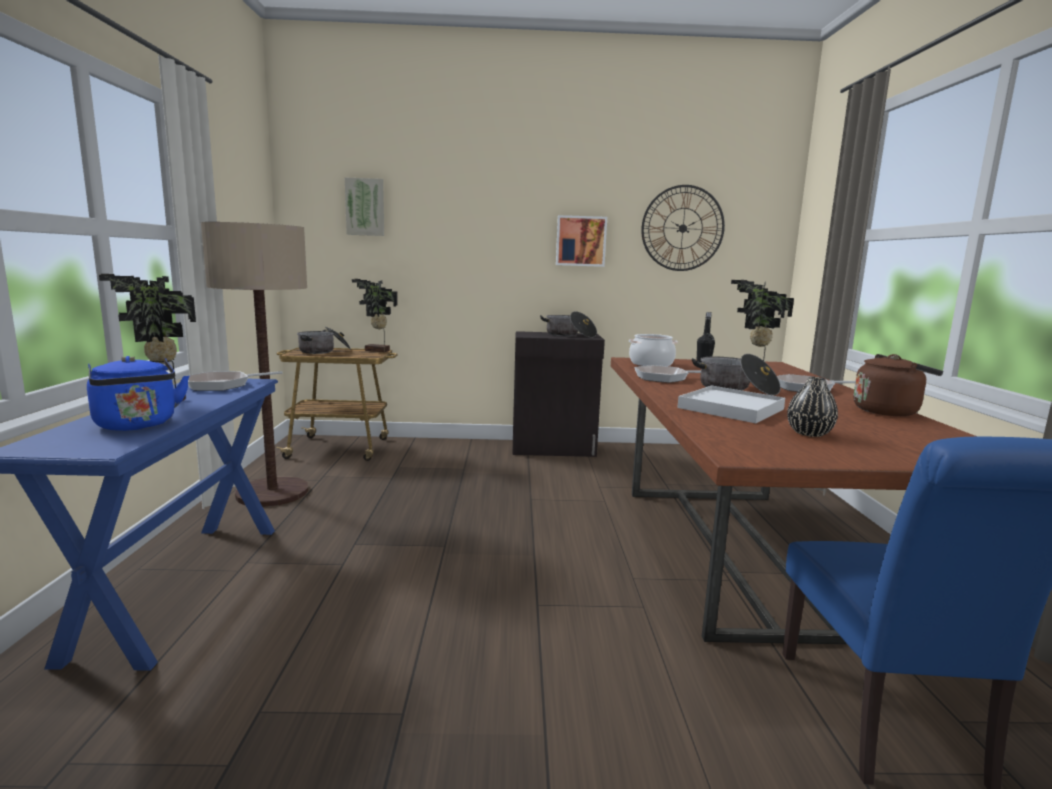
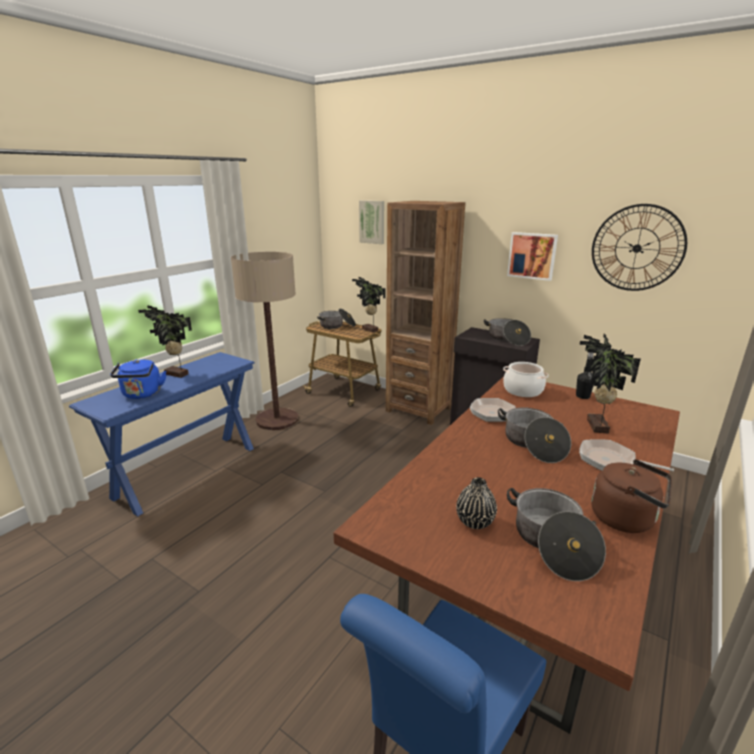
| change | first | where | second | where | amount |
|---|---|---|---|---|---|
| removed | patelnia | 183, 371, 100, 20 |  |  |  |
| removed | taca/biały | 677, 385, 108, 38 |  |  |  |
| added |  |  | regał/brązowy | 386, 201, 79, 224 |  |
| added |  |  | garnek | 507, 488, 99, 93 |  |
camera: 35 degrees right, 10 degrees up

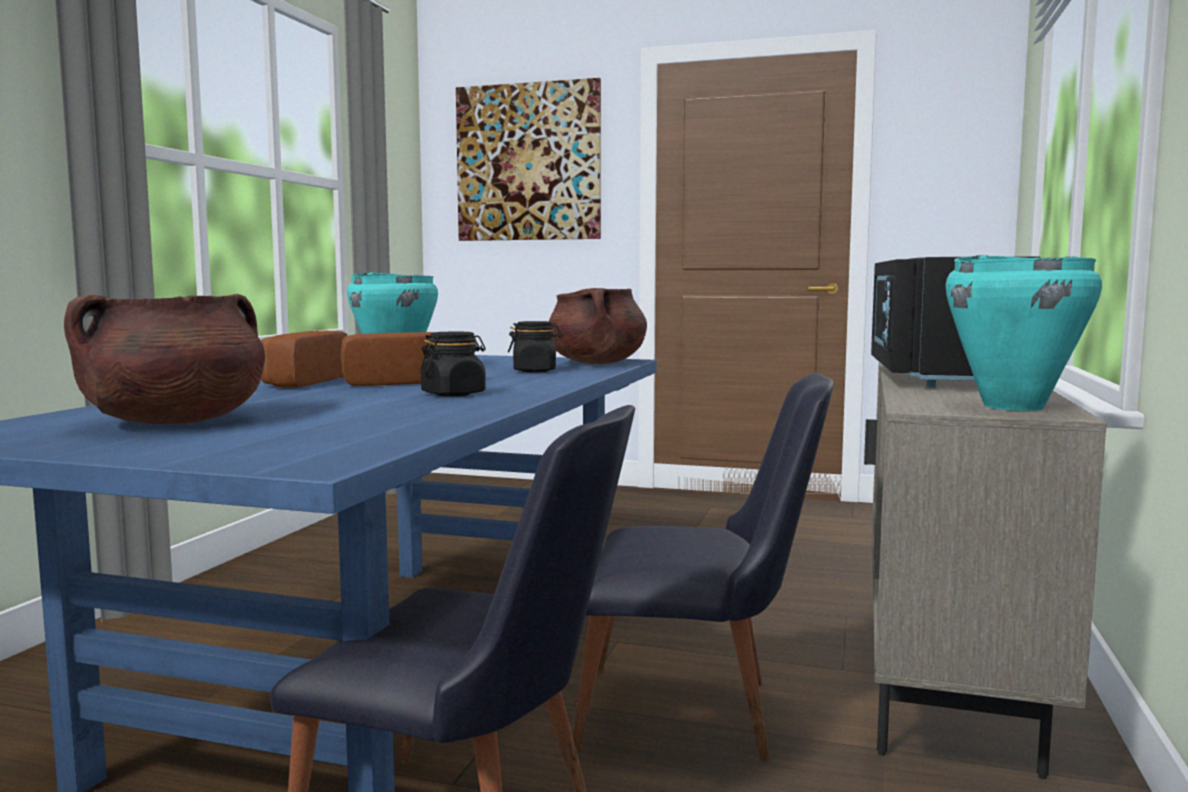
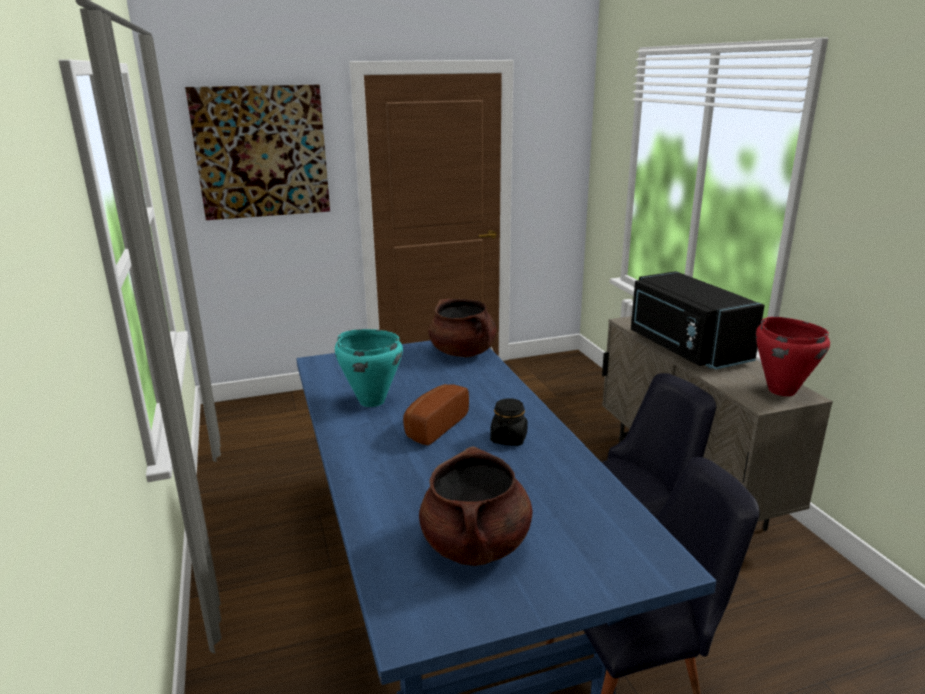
| change | first | where | second | where | amount |
|---|---|---|---|---|---|
| recoloured | garnek/turkusowy | 946, 255, 156, 156 | garnek/czerwony | 756, 317, 74, 79 |  |
| removed | słoik/czarny | 508, 321, 55, 52 |  |  |  |
| removed | chleb | 261, 331, 87, 56 |  |  |  |
camera: 35 degrees left, 15 degrees up

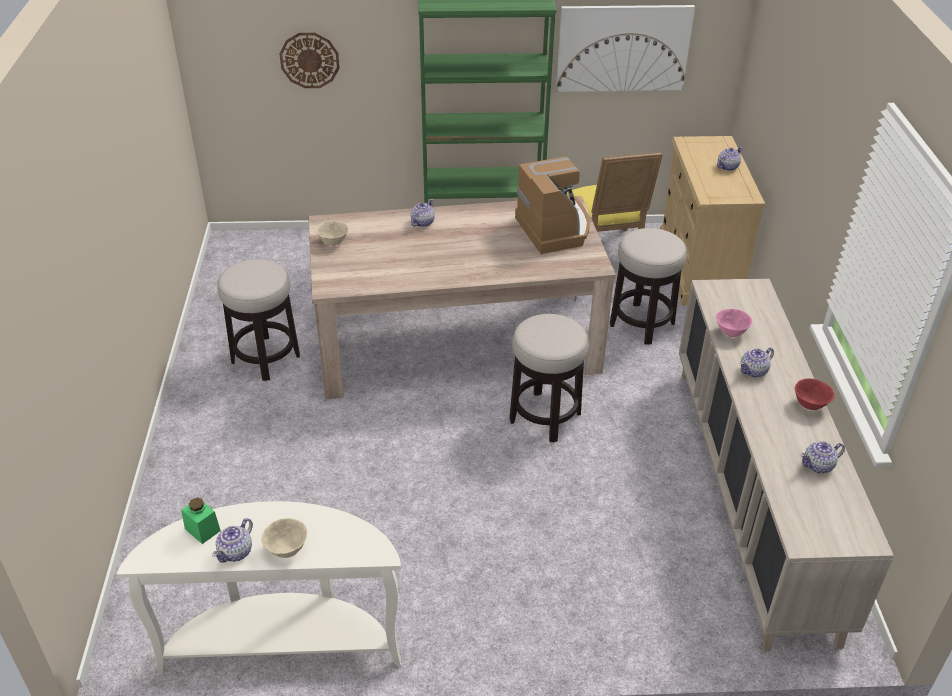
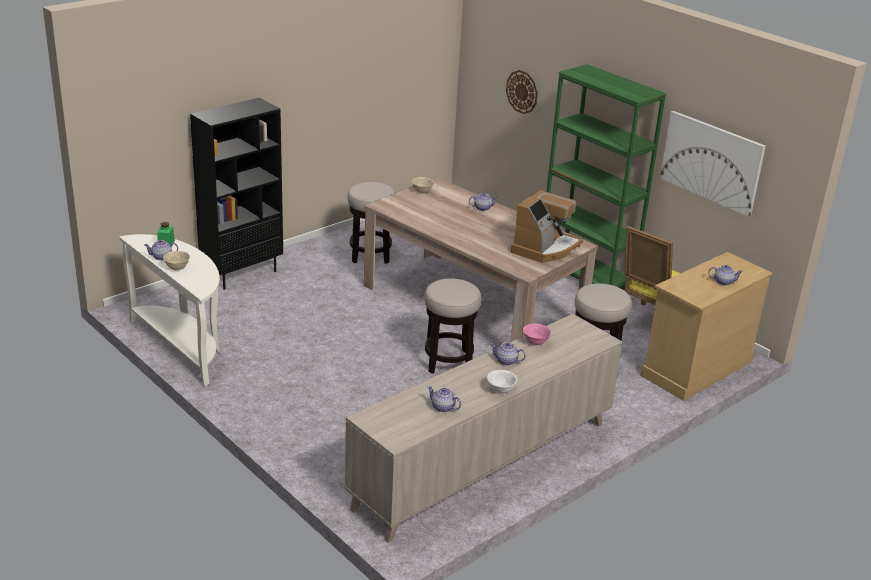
| change | first | where | second | where | amount |
|---|---|---|---|---|---|
| recoloured | miska/czerwony | 795, 379, 40, 31 | miska/biały | 487, 370, 30, 24 |  |
| added |  |  | regał/czarny | 190, 98, 93, 192 |  |
camera: 50 degrees right, 10 degrees down

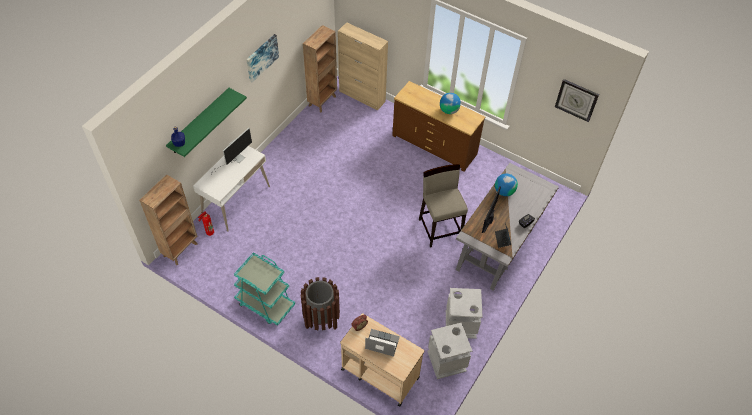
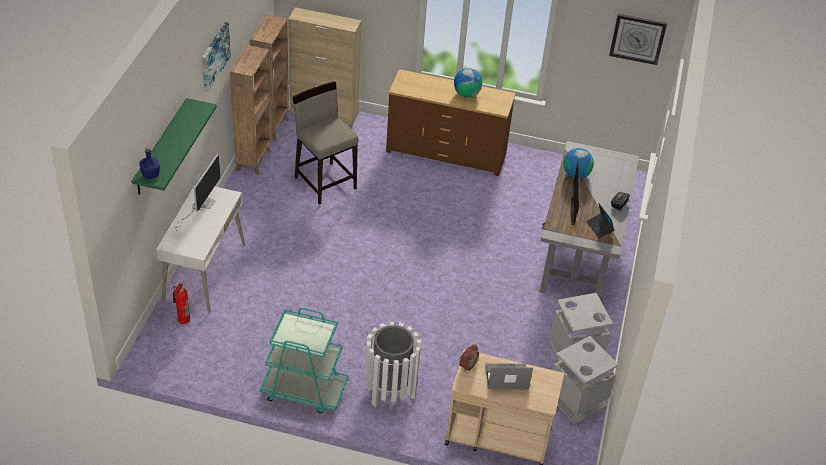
| change | first | where | second | where | amount |
|---|---|---|---|---|---|
| moved | stołek/beżowy | 419, 164, 49, 84 |  | 293, 81, 65, 124 |  |
| moved | regał/brązowy | 139, 174, 58, 91 |  | 230, 45, 42, 130 |  |
| recoloured | kosz na śmieci/brązowy | 301, 277, 39, 54 | kosz na śmieci/biały | 365, 322, 56, 85 |  |
camera: 20 degrees left, 10 degrees down

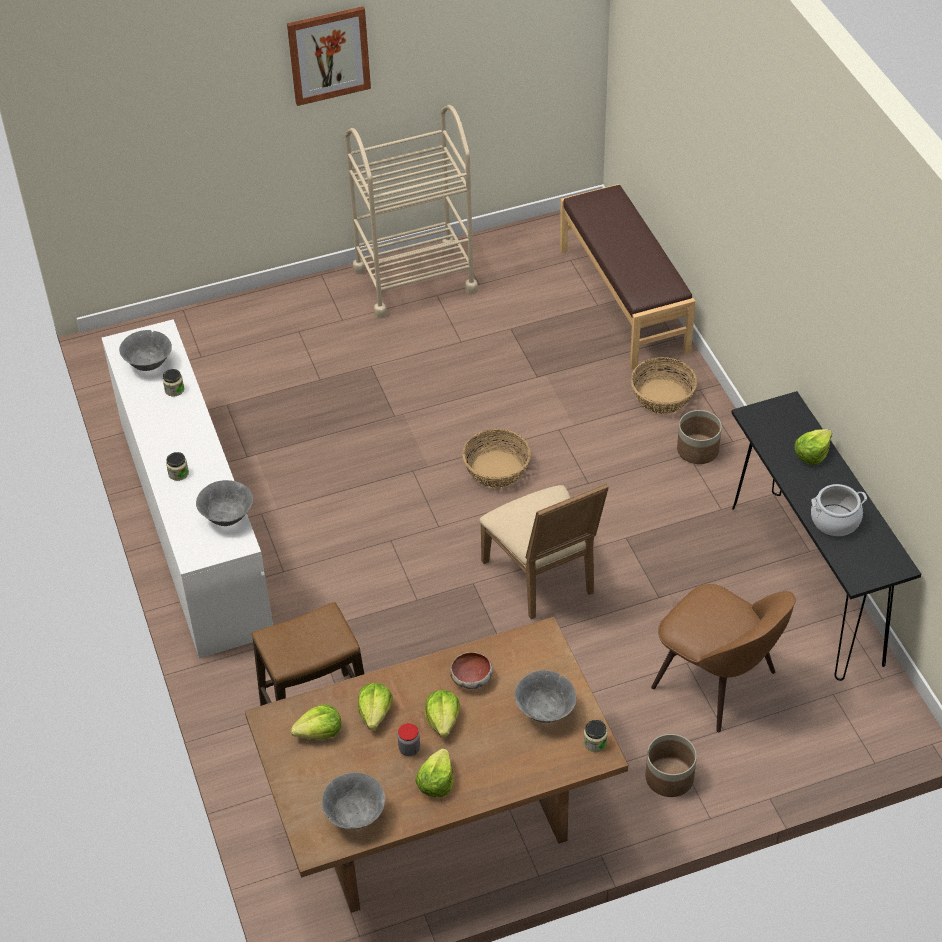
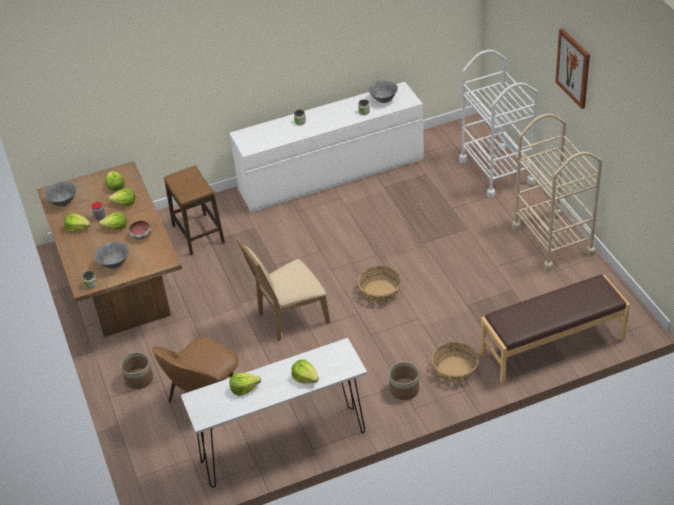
| change | first | where | second | where | amount |
|---|---|---|---|---|---|
| recoloured | stolik konsolowy/czarny | 731, 391, 190, 290 | stolik konsolowy/biały | 181, 338, 186, 150 |  |
| removed | miska/szary | 196, 480, 57, 46 |  |  |  |
| replaced | garnek | 811, 484, 56, 52 | sałata | 229, 373, 32, 23 |  |
| added |  |  | wózek/biały | 459, 49, 79, 149 |  |
camera: 90 degrees right, 5 degrees down

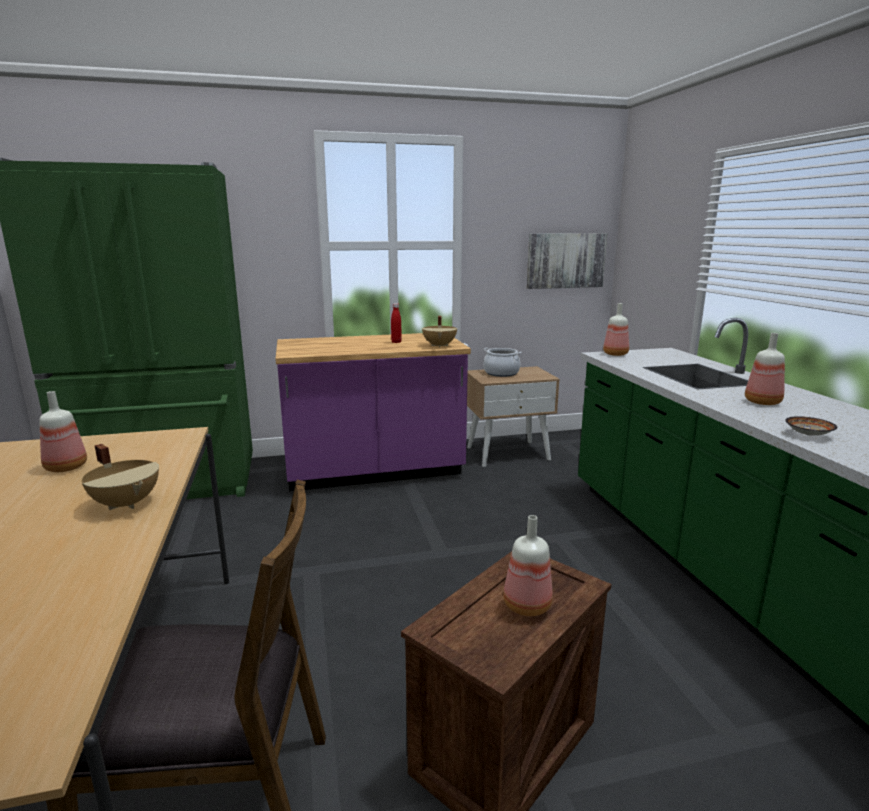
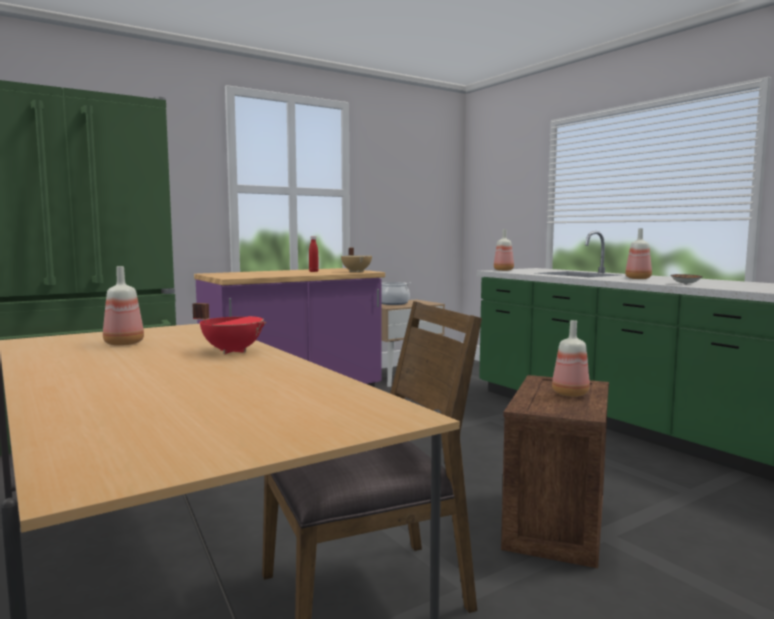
| change | first | where | second | where | amount |
|---|---|---|---|---|---|
| removed | obraz | 527, 233, 80, 56 |  |  |  |
| recoloured | garnek/beżowy | 81, 444, 78, 66 | garnek/czerwony | 192, 303, 74, 51 |  |
camera: 20 degrees left, 10 degrees down

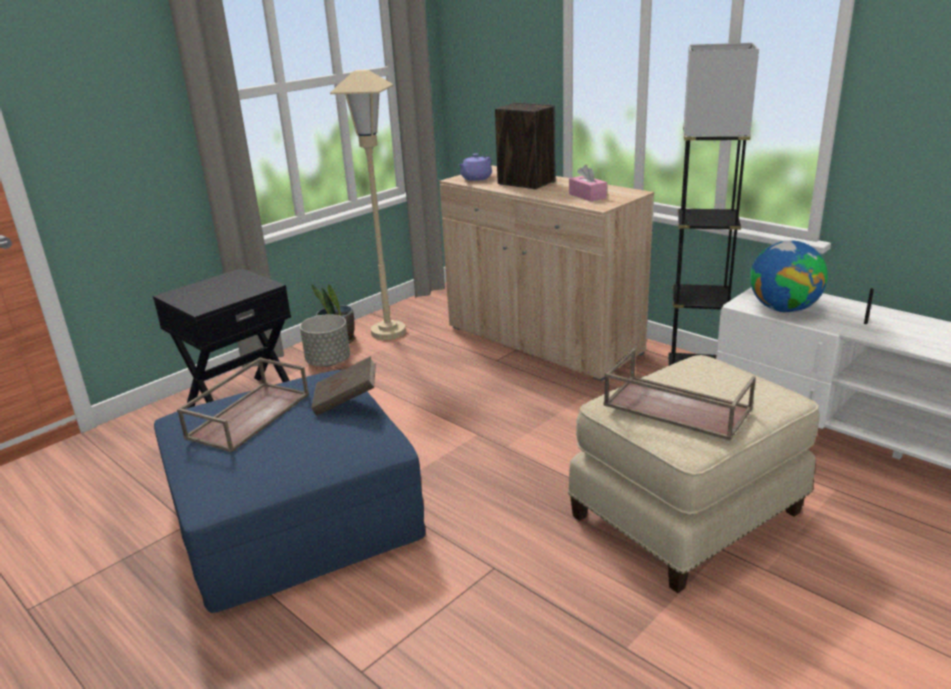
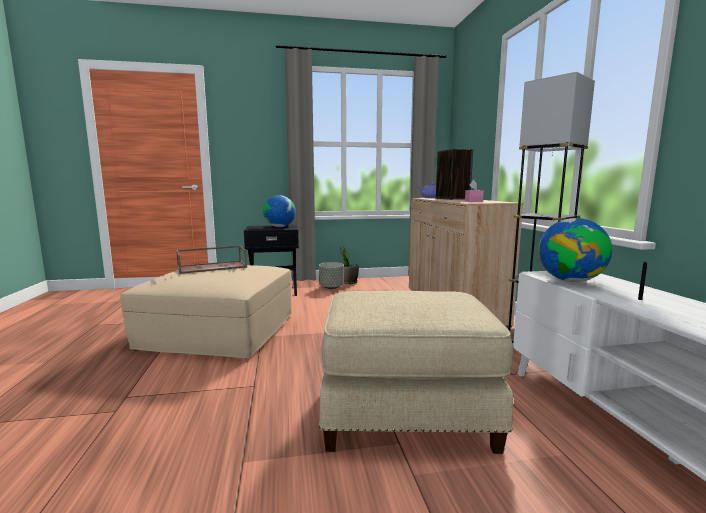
| change | first | where | second | where | amount |
|---|---|---|---|---|---|
| removed | lampa stojąca/beżowy | 330, 70, 76, 270 |  |  |  |
| removed | taca/brązowy | 604, 349, 152, 92 |  |  |  |
| removed | książka/brązowy | 312, 356, 64, 60 |  |  |  |
| recoloured | pufa/niebieski | 154, 369, 272, 244 | pufa/beżowy | 121, 265, 171, 93 |  |
| added |  |  | globus | 263, 195, 33, 32 |  |
camera: 35 degrees right, 15 degrees down

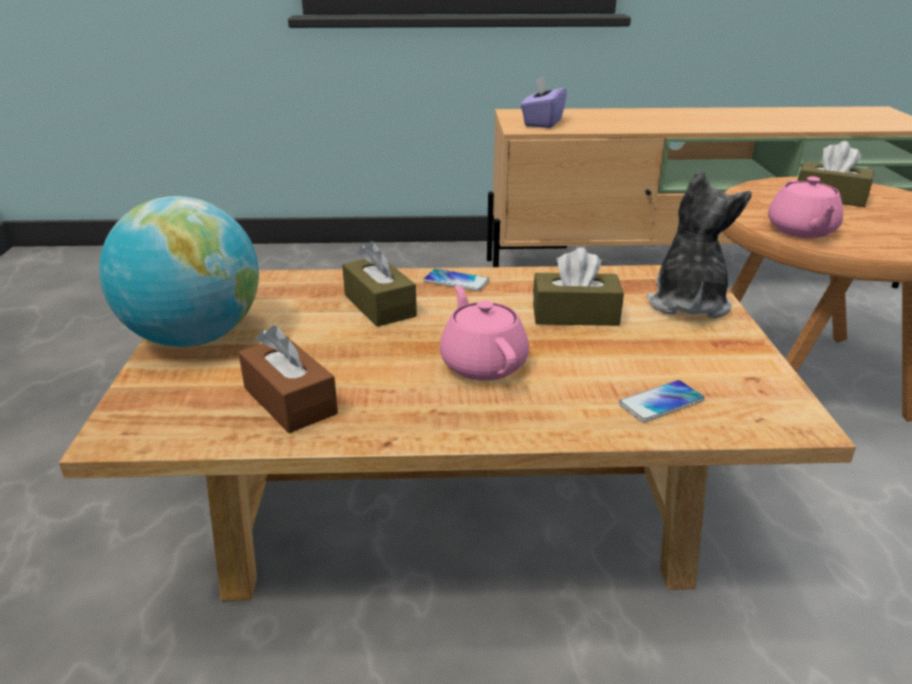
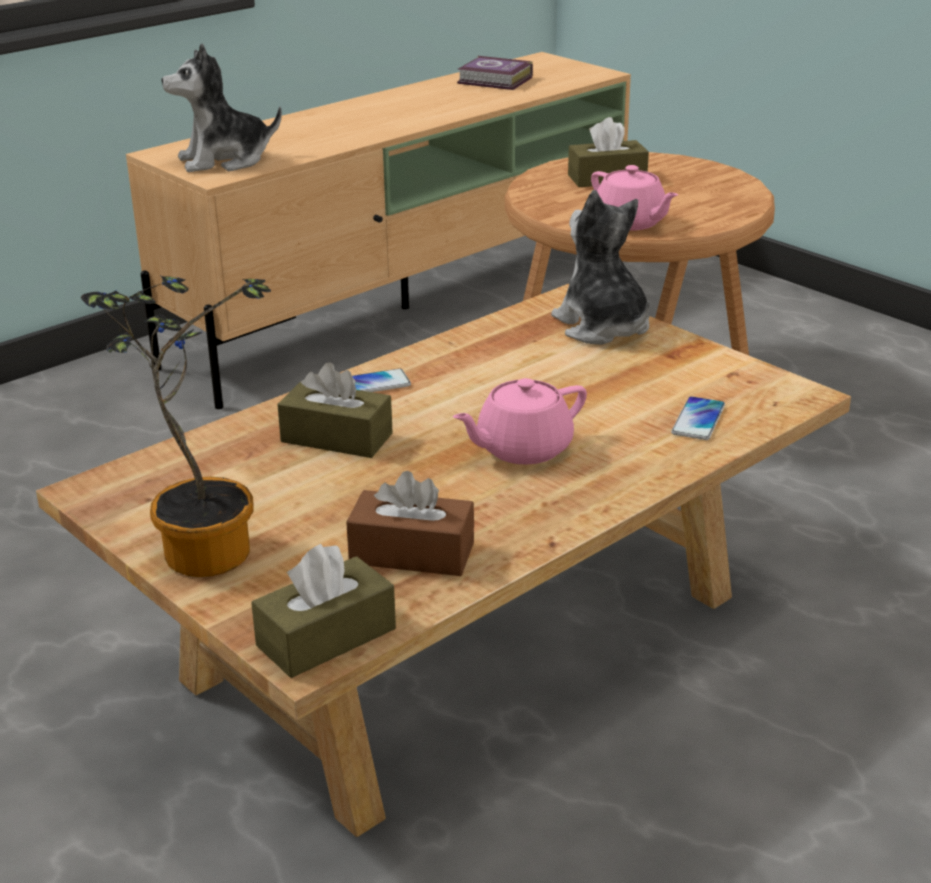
| change | first | where | second | where | amount |
|---|---|---|---|---|---|
| replaced | pudełko chusteczek/fioletowy | 521, 76, 46, 52 | pluszak | 161, 43, 121, 129 |  |
| replaced | globus | 99, 196, 160, 151 | roślina doniczkowa | 81, 276, 190, 301 |  |
| moved | pudełko chusteczek/brązowy | 533, 248, 91, 78 |  | 251, 544, 145, 134 |  |
| turned | imbryk/różowy | 440, 285, 89, 96 |  | 453, 378, 134, 87 | 60 degrees counterclockwise |
| added |  |  | książka | 457, 56, 76, 34 |  |
camera: 40 degrees left, 0 degrees up

